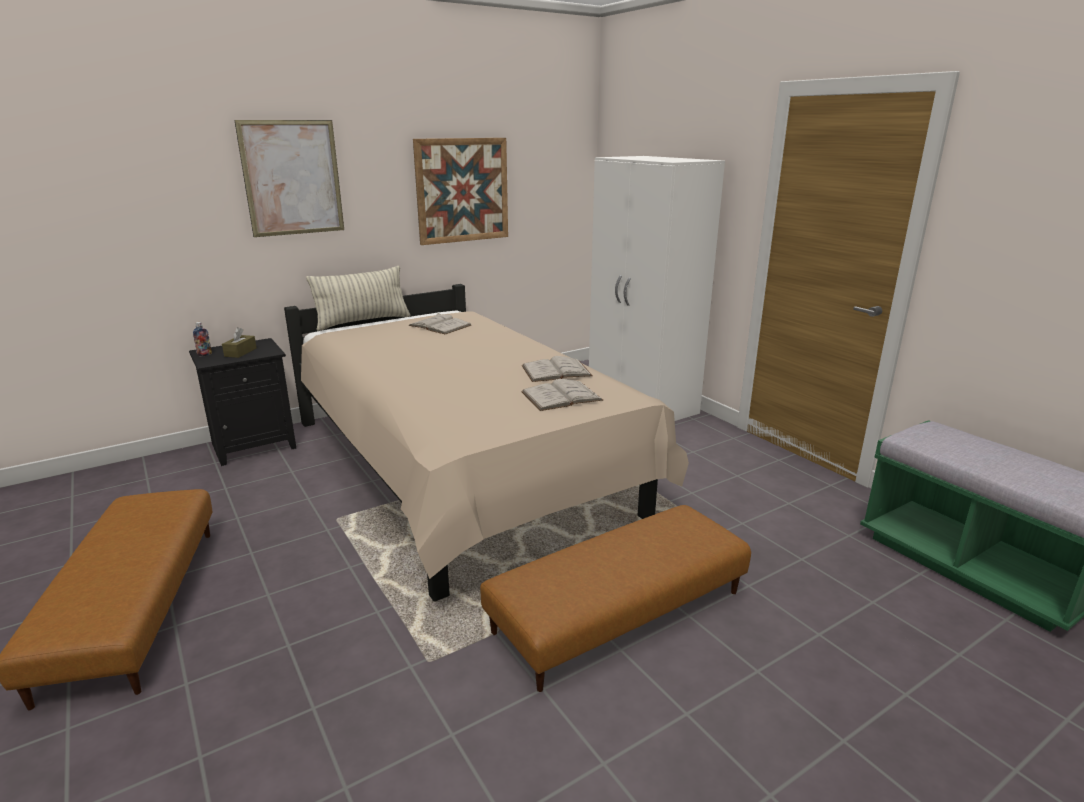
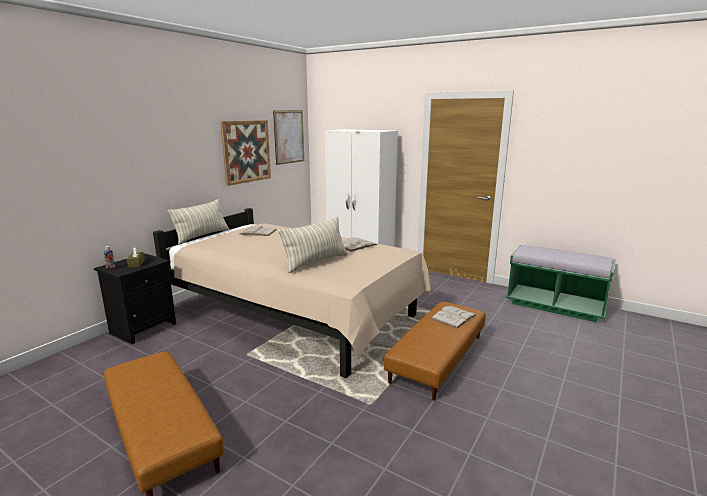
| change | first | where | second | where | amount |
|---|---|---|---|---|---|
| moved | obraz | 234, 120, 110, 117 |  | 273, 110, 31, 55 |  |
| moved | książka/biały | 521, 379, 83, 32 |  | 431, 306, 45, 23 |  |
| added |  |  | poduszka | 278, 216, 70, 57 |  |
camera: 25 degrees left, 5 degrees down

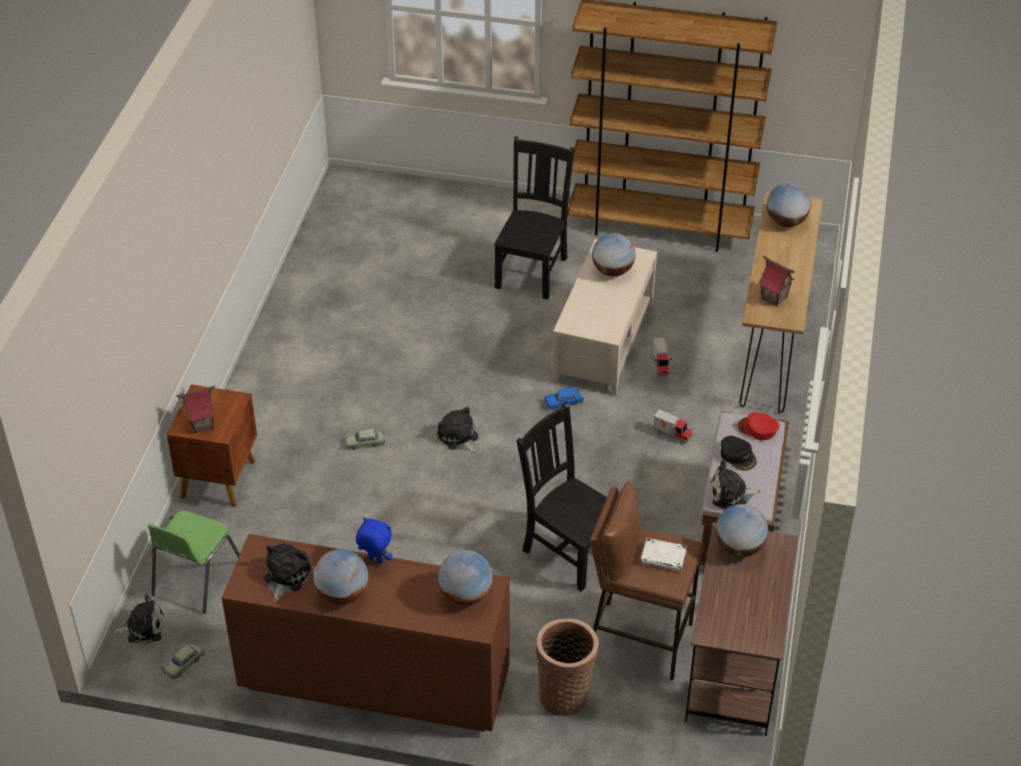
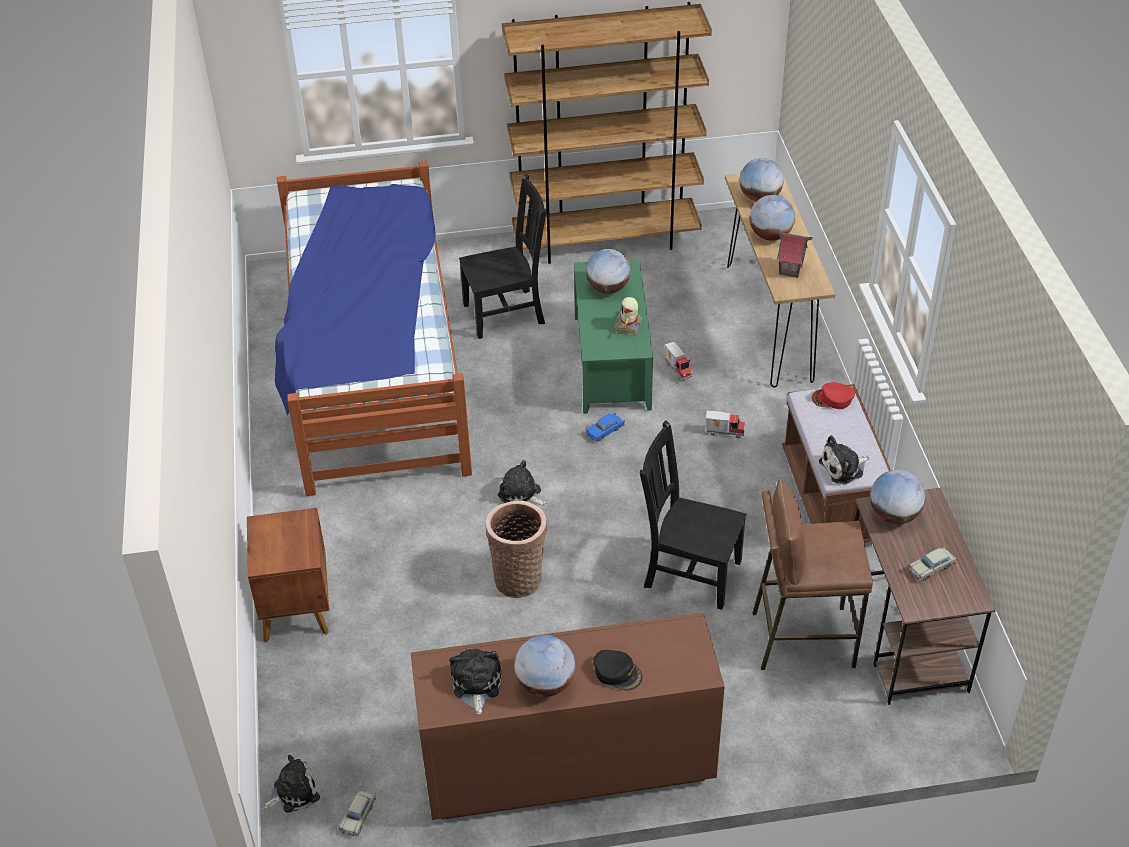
| change | first | where | second | where | amount |
|---|---|---|---|---|---|
| turned | krzesło/czarny | 494, 136, 81, 164 |  | 459, 174, 88, 165 | 75 degrees clockwise |
| recoloured | ława/beżowy | 552, 239, 105, 157 | ława/zielony | 574, 259, 79, 155 |  |
| removed | domek | 177, 386, 38, 48 |  |  |  |
| moved | samochodzik/beżowy | 345, 429, 40, 21 |  | 909, 547, 48, 34 |  |
| moved | czapka z daszkiem/czarny | 721, 436, 36, 35 |  | 593, 650, 49, 41 |  |
| removed | krzesło/zielony | 147, 511, 93, 103 |  |  |  |
| removed | pluszak/niebieski | 356, 517, 37, 47 |  |  |  |
| removed | książka/biały | 640, 538, 47, 33 |  |  |  |
| moved | globus | 438, 550, 55, 55 |  | 749, 195, 46, 45 |  |
| moved | koszyk | 536, 619, 63, 97 |  | 486, 501, 61, 97 |  |
| added |  |  | łóżko | 275, 161, 197, 335 |  |
| added |  |  | robot zabawkowy | 613, 297, 29, 38 |  |
camera: 20 degrees left, 0 degrees up

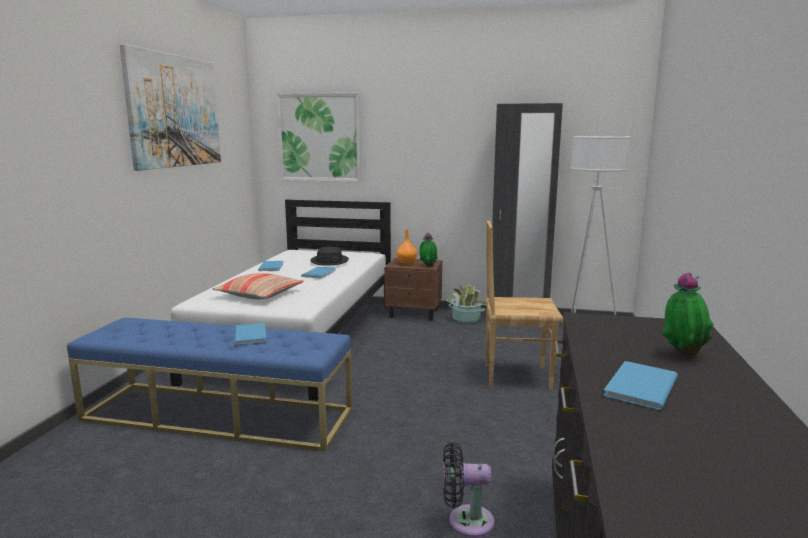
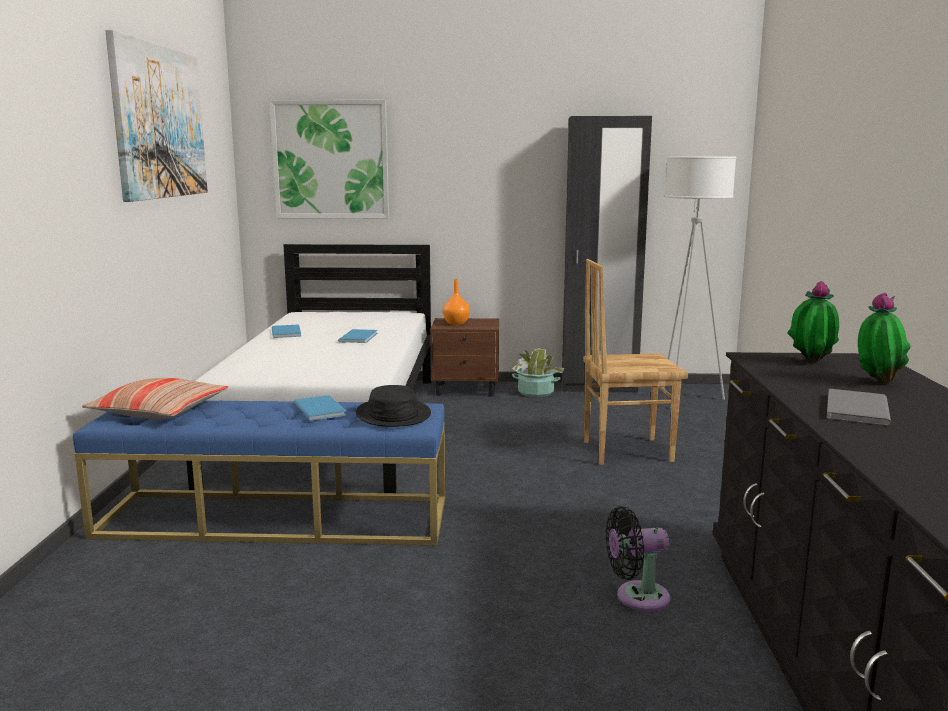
| change | first | where | second | where | amount |
|---|---|---|---|---|---|
| moved | roślina doniczkowa | 420, 232, 18, 35 |  | 788, 281, 51, 81 |  |
| moved | kapelusz/czarny | 310, 247, 39, 19 |  | 356, 385, 75, 42 |  |
| moved | poduszka | 212, 273, 92, 26 |  | 82, 378, 146, 41 |  |
| recoloured | książka/niebieski | 603, 361, 75, 49 | książka/szary | 827, 389, 64, 37 |  |
camera: 10 degrees left, 0 degrees up

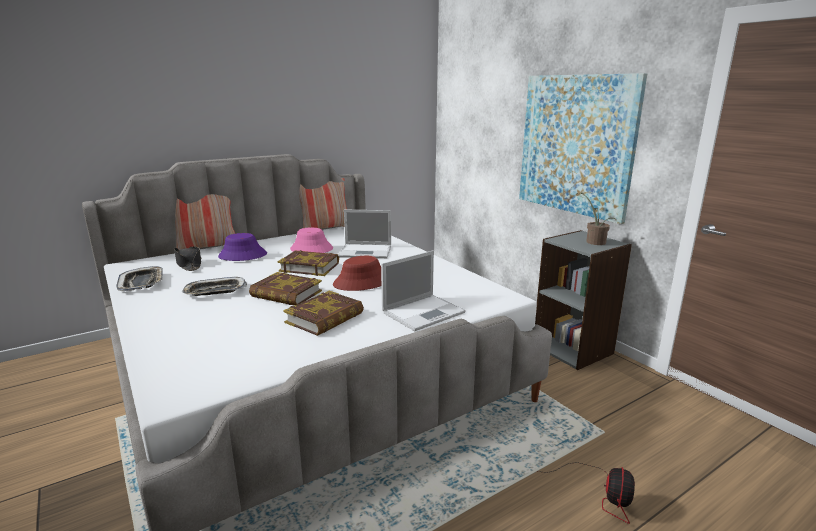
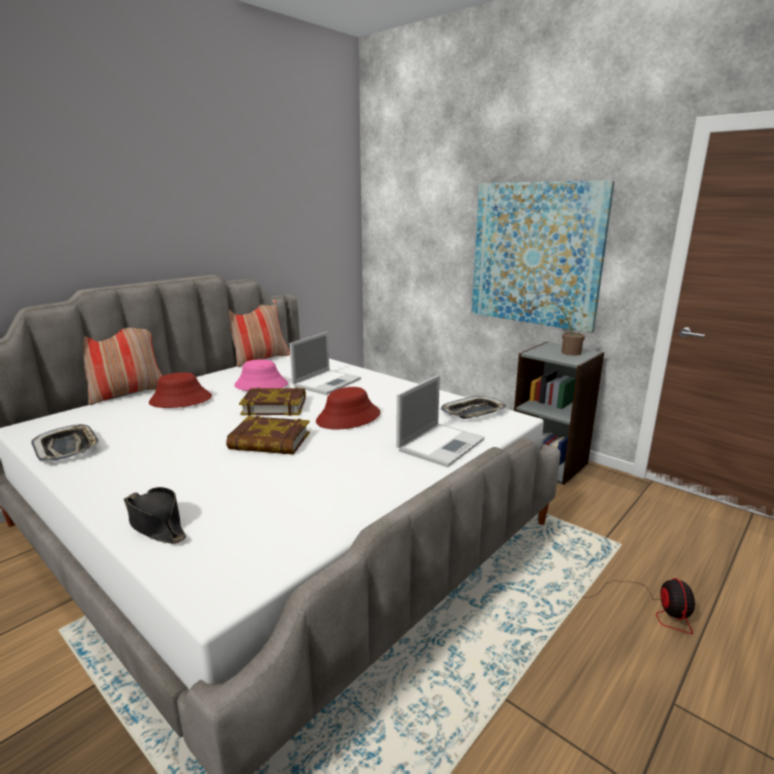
| change | first | where | second | where | amount |
|---|---|---|---|---|---|
| turned | laptop | 338, 210, 53, 48 |  | 290, 332, 71, 63 | 45 degrees counterclockwise |
| recoloured | kapelusz/fioletowy | 218, 233, 49, 28 | kapelusz/czerwony | 149, 372, 63, 36 |  |
| moved | kapelusz/czarny | 174, 246, 27, 25 |  | 124, 487, 62, 57 |  |
| moved | taca | 182, 277, 65, 19 |  | 441, 396, 65, 23 |  |
| removed | książka | 283, 291, 81, 45 |  |  |  |
camera: 15 degrees left, 0 degrees up

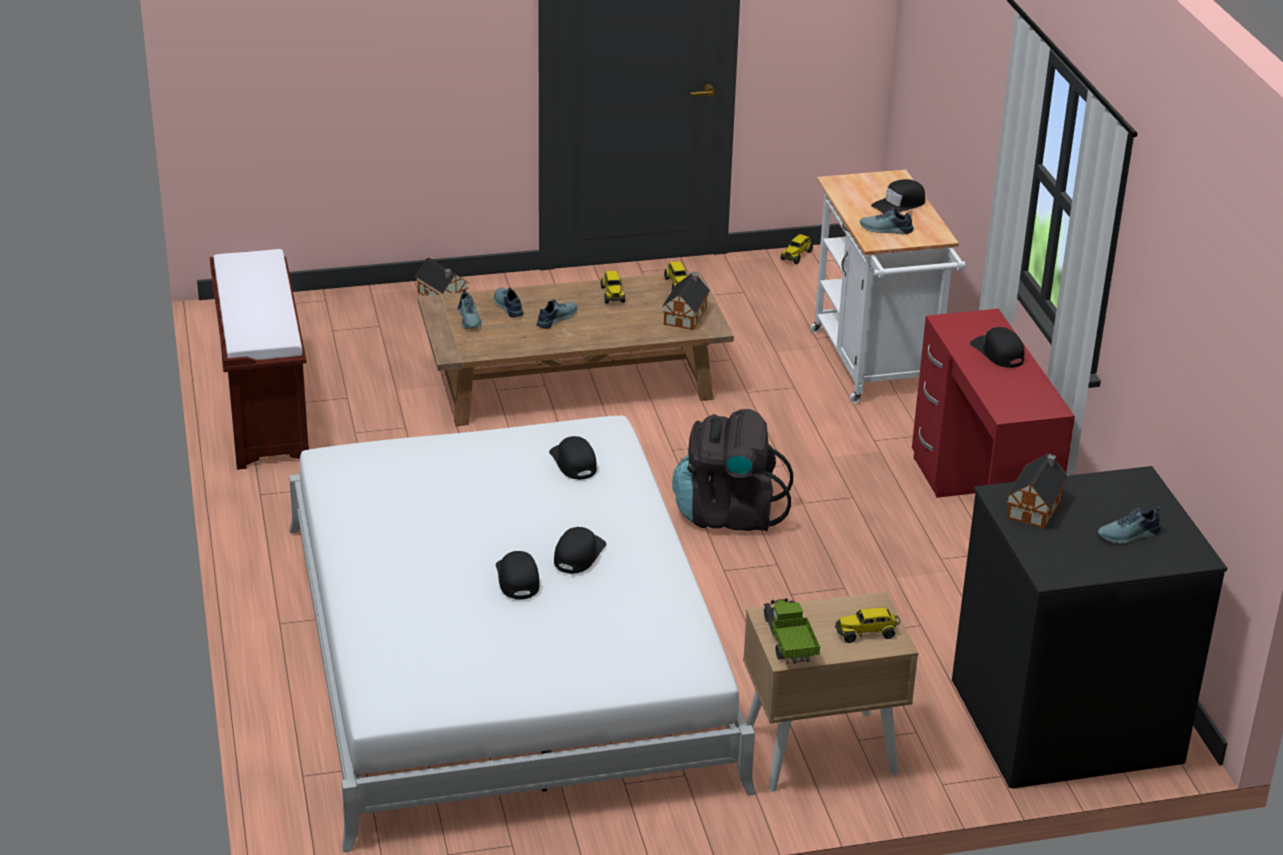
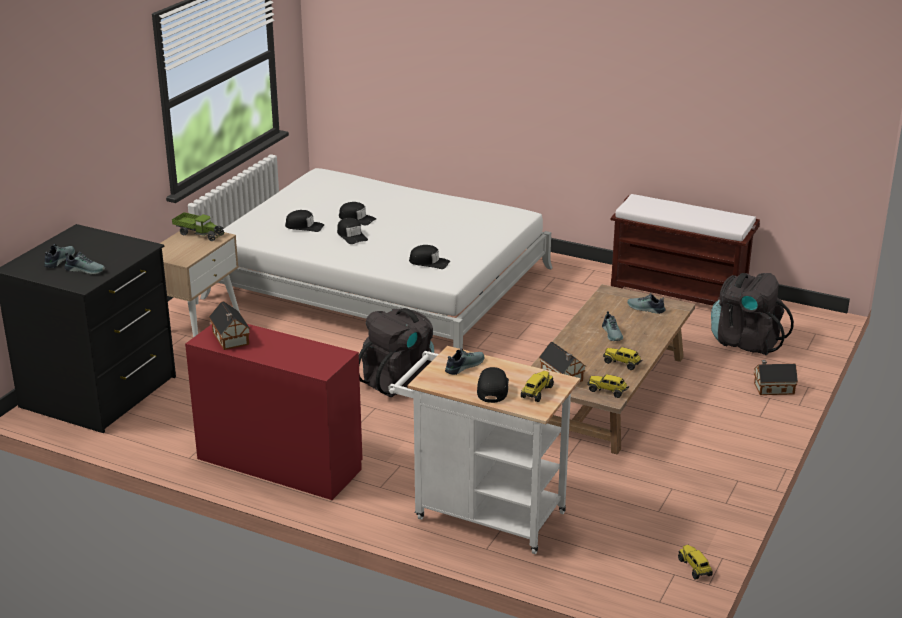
| change | first | where | second | where | amount |
|---|---|---|---|---|---|
| moved | but | 494, 288, 30, 30 |  | 64, 252, 41, 23 |  |
| moved | czapka z daszkiem/czarny | 970, 327, 54, 41 |  | 285, 210, 39, 22 |  |
| moved | domek | 1006, 454, 63, 75 |  | 209, 301, 42, 49 |  |
| moved | ciężarówka zabawkowa | 835, 607, 66, 36 |  | 521, 371, 33, 31 |  |
| added |  |  | plecak/czarny | 711, 273, 83, 82 |  |
camera: 130 degrees right, 5 degrees down

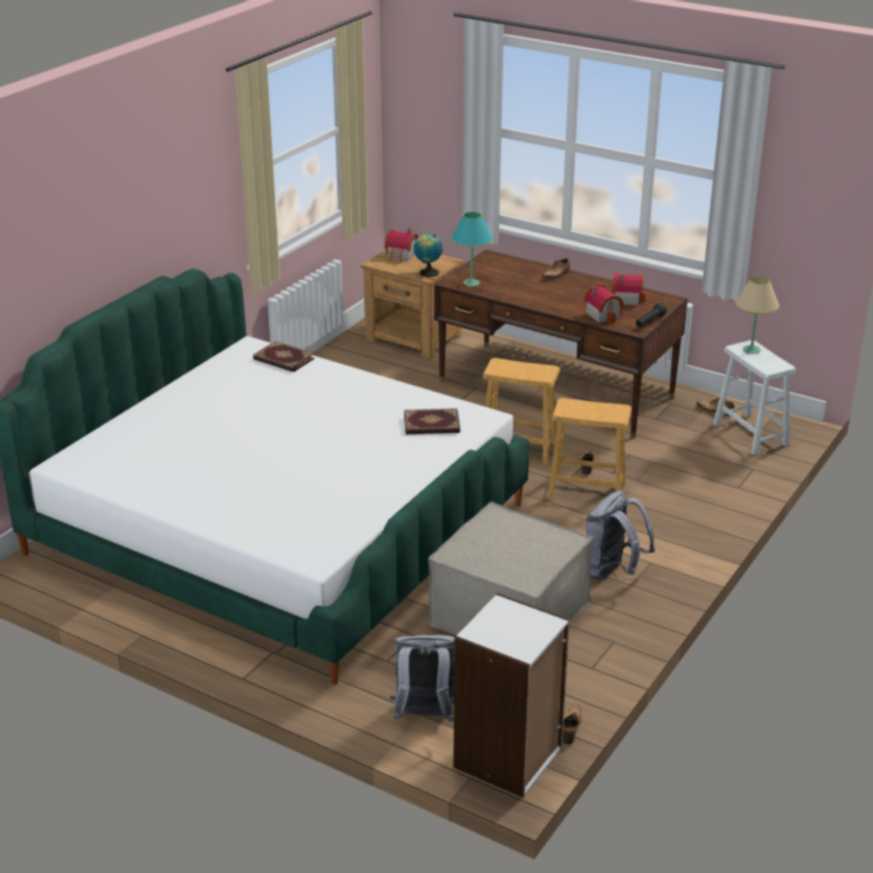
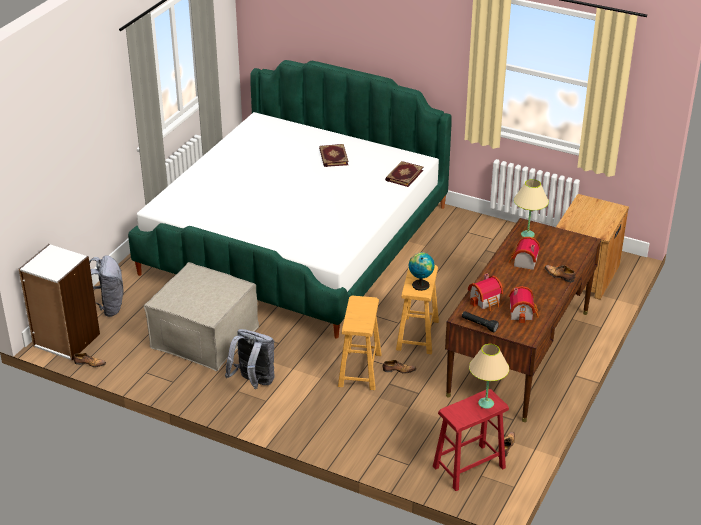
| change | first | where | second | where | amount |
|---|---|---|---|---|---|
| recoloured | lampa stołowa/turkusowy | 451, 212, 42, 74 | lampa stołowa/beżowy | 514, 179, 35, 59 |  |
| moved | domek | 384, 228, 35, 35 |  | 509, 237, 31, 33 |  |
| moved | globus | 414, 234, 29, 43 |  | 408, 252, 27, 39 |  |
| recoloured | stołek/biały | 713, 340, 83, 115 | stołek/czerwony | 433, 389, 76, 102 |  |
| moved | książka | 404, 408, 56, 26 |  | 319, 144, 29, 23 |  |
camera: 85 degrees right, 5 degrees up

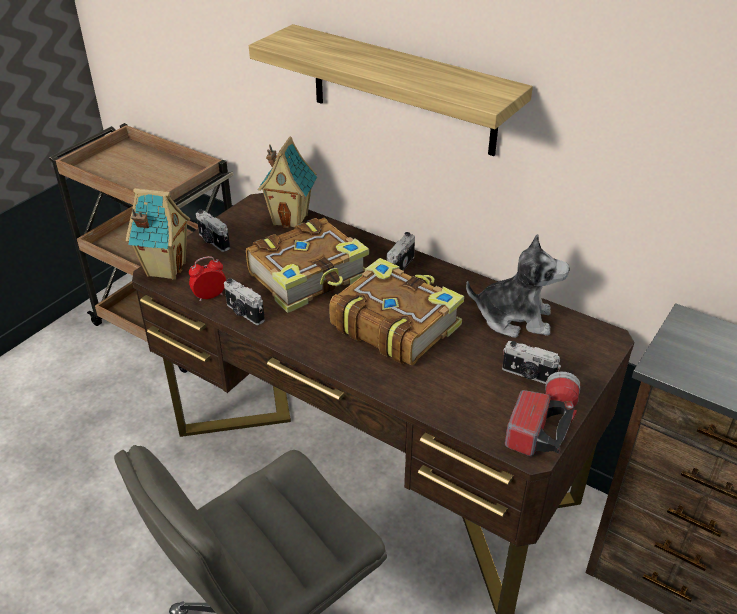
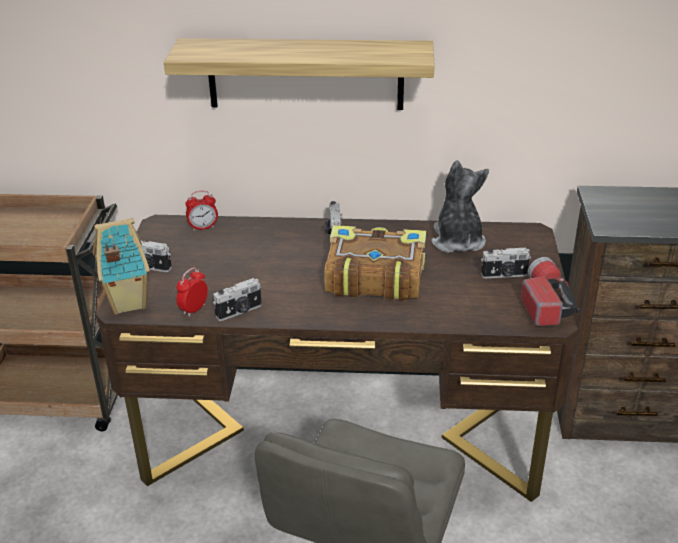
| change | first | where | second | where | amount |
|---|---|---|---|---|---|
| replaced | domek | 258, 137, 59, 91 | budzik | 185, 191, 33, 40 |  |
| removed | książka | 246, 218, 123, 95 |  |  |  |
| turned | pluszak | 466, 234, 104, 104 |  | 431, 160, 58, 93 | 75 degrees counterclockwise |
| turned | aparat fotograficzny | 224, 279, 41, 46 |  | 213, 278, 49, 43 | 45 degrees counterclockwise |
camera: 30 degrees left, 5 degrees down

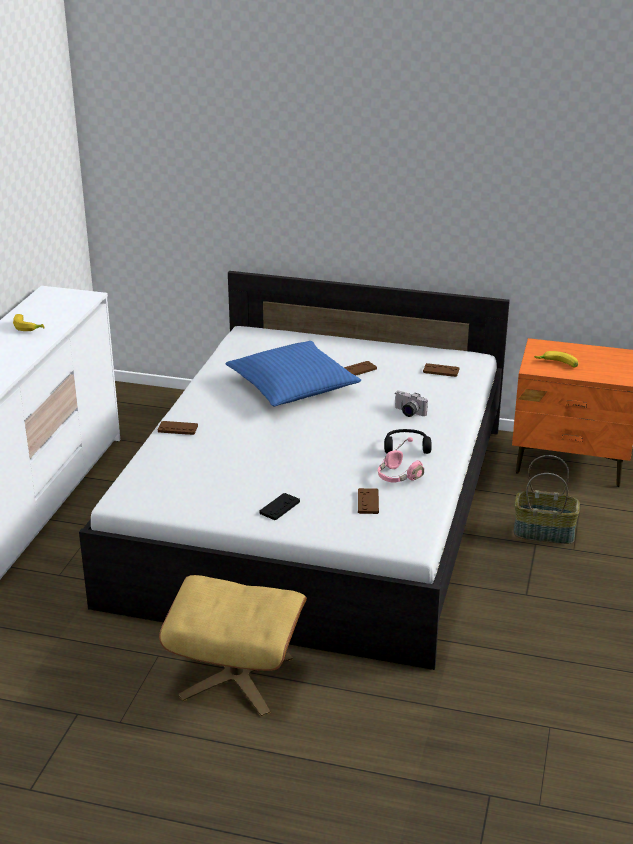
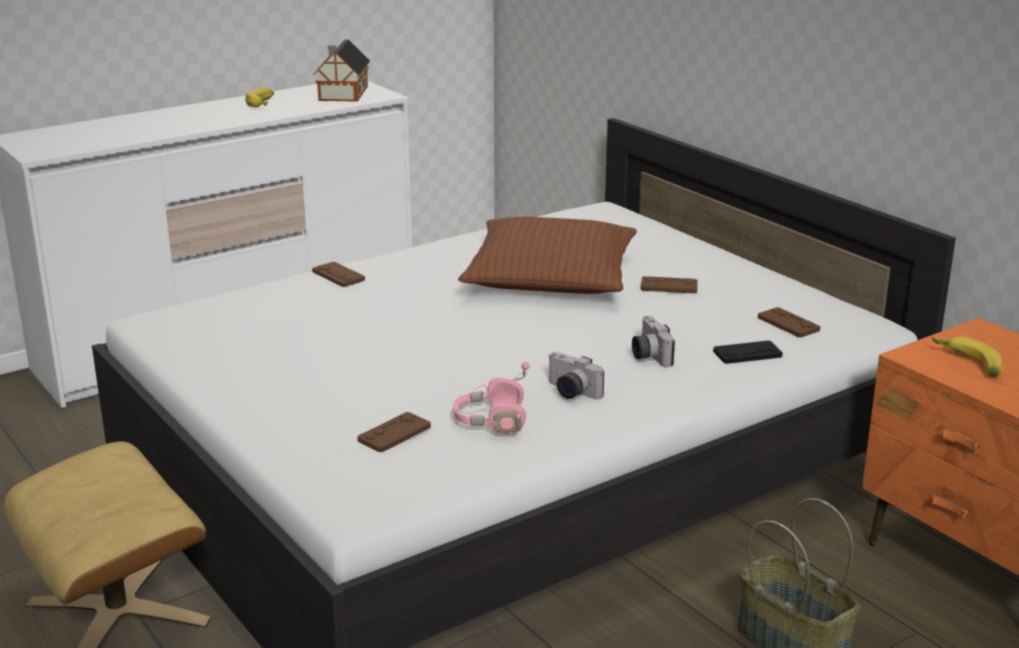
| change | first | where | second | where | amount |
|---|---|---|---|---|---|
| recoloured | poduszka/niebieski | 225, 341, 136, 65 | poduszka/brązowy | 458, 217, 179, 77 |  |
| replaced | słuchawki/czarny | 384, 429, 48, 25 | aparat fotograficzny | 548, 352, 56, 48 |  |
| moved | pad do gier/czarny | 259, 493, 41, 27 |  | 713, 340, 70, 24 |  |
| added |  |  | domek | 313, 40, 57, 62 |  |
camera: 40 degrees right, 5 degrees down

